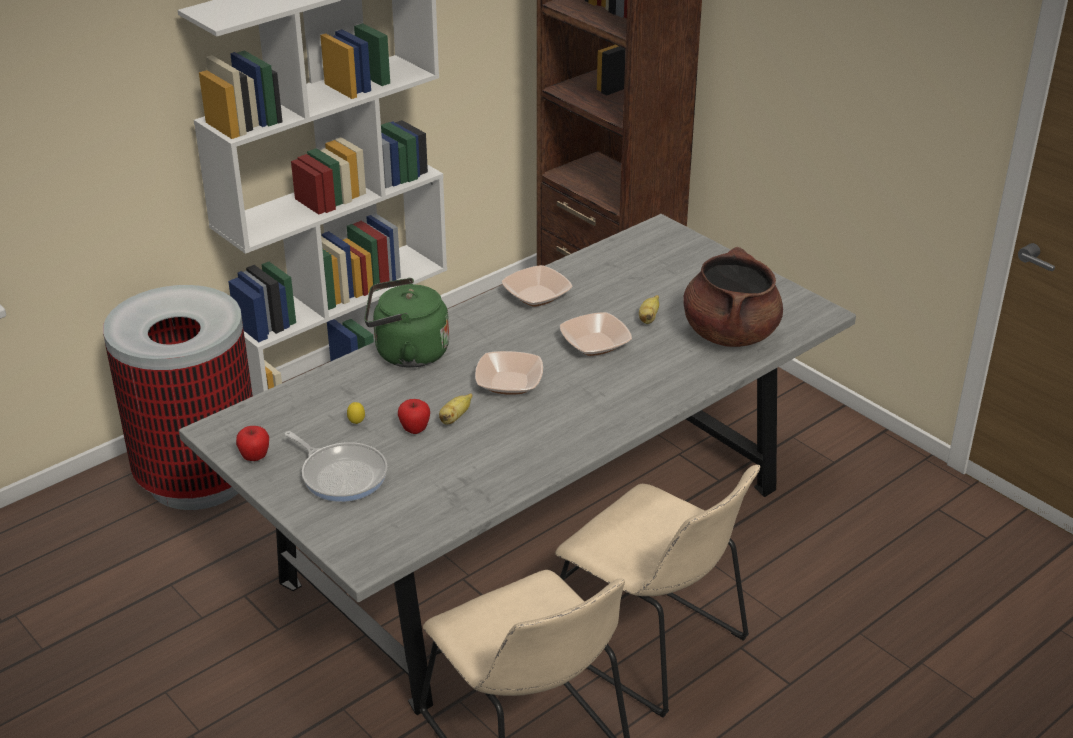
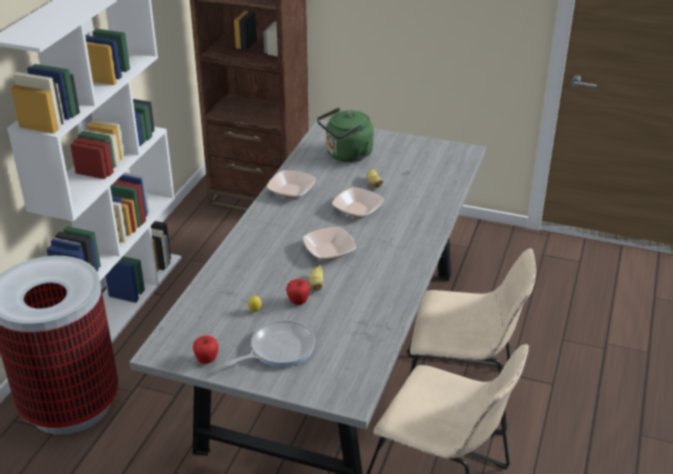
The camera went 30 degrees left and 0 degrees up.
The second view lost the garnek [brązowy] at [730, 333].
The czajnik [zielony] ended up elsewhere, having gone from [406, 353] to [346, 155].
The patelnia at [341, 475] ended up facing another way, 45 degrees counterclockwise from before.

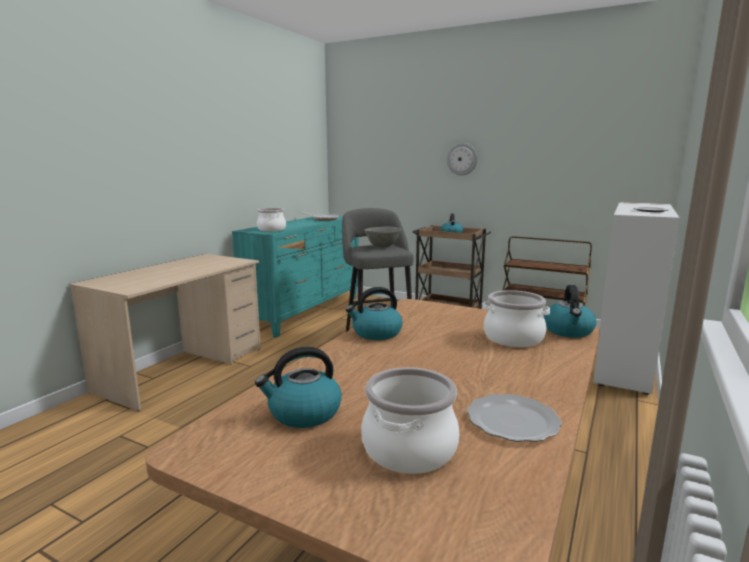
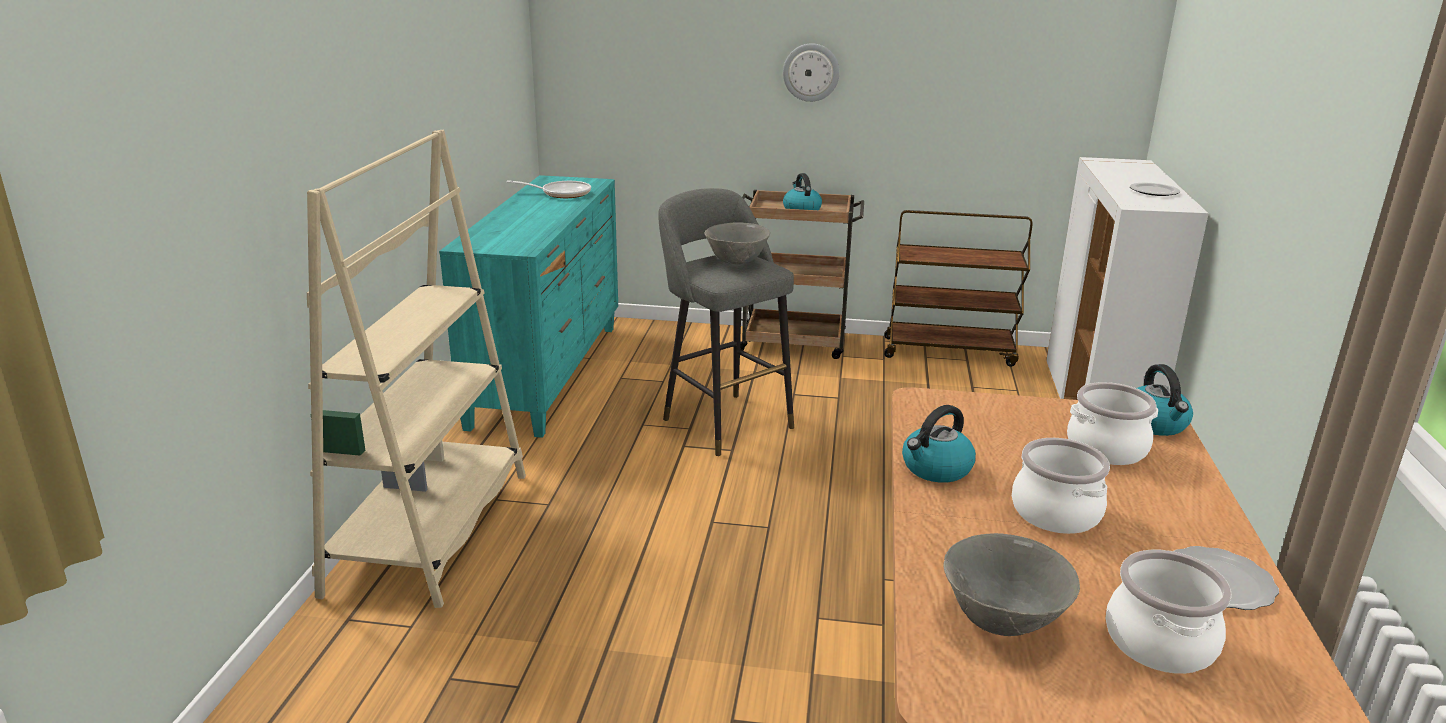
The camera went 20 degrees left and 10 degrees up.
The garnek ended up elsewhere, having gone from [271, 229] to [1055, 513].
Where the biurko [beżowy] stood at [183, 369], the regał [beżowy] came to stand at [431, 531].
Where the czajnik stood at [303, 413], the miska [szary] came to stand at [1003, 621].

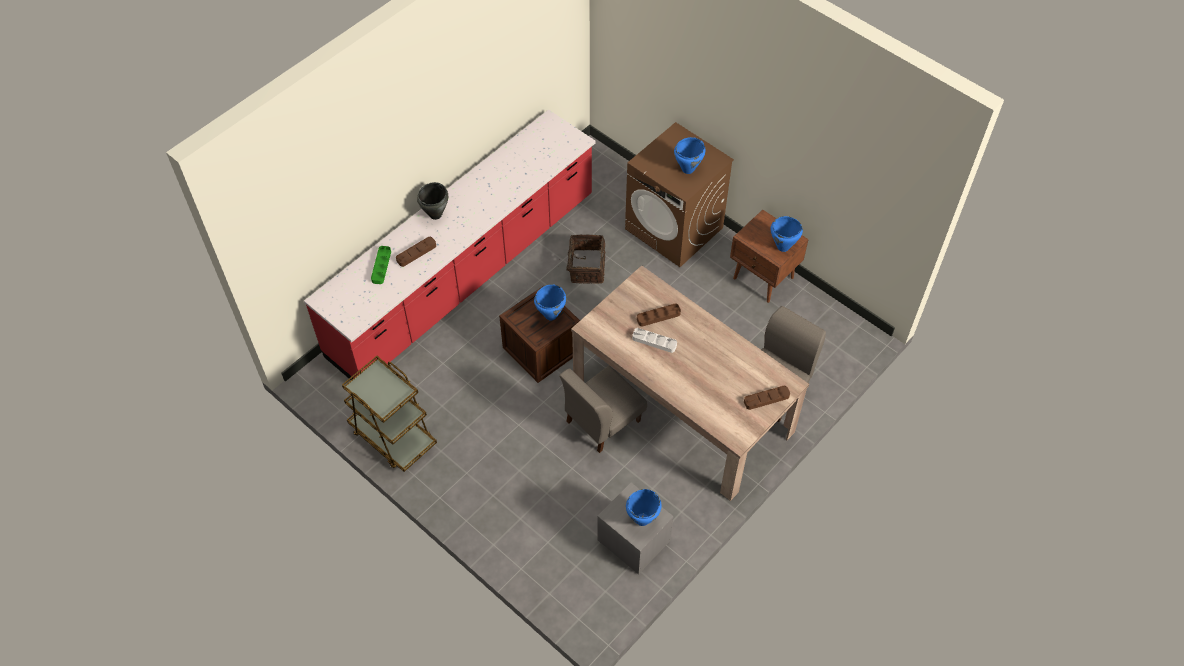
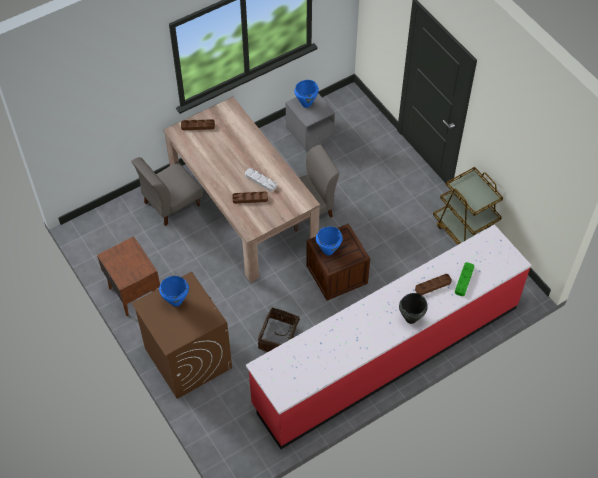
The camera went 165 degrees left and 0 degrees up.
The second view lost the garnek [niebieski] at [783, 247].

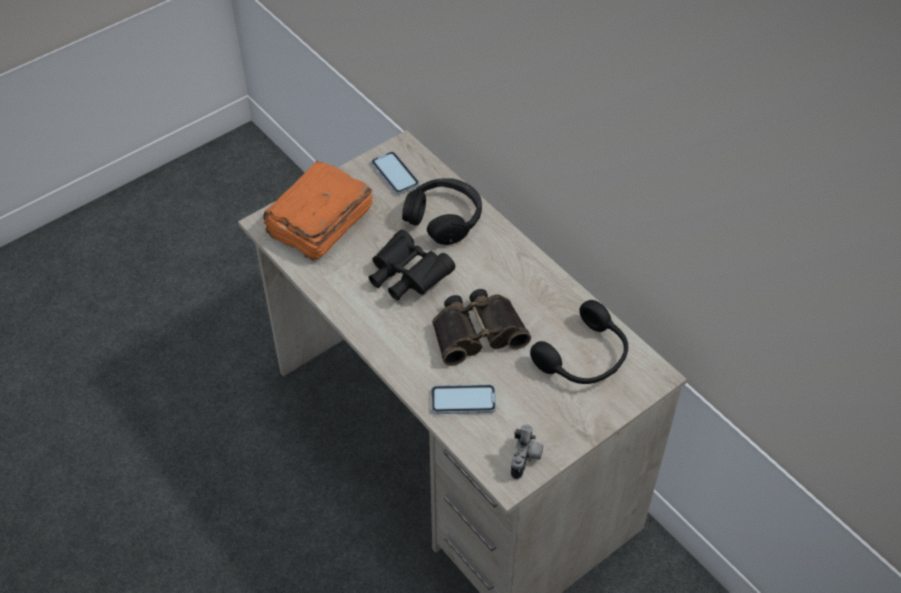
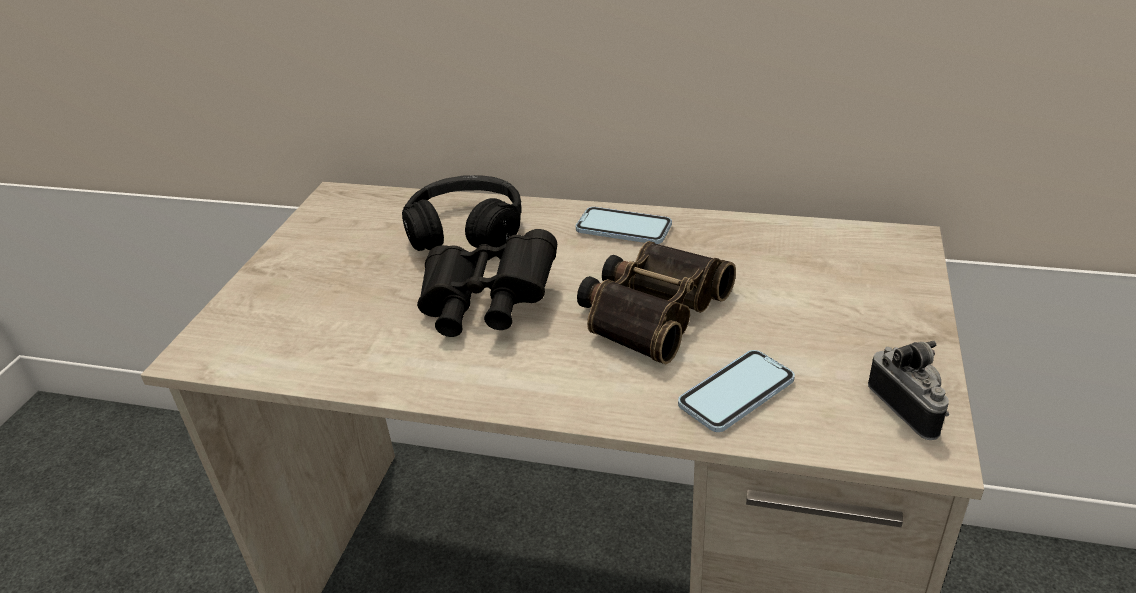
The camera went 35 degrees left and 15 degrees down.
The second view lost the książka [pomarańczowy] at [318, 224].
The second view lost the słuchawki [czarny] at [585, 358].
The telefon ended up elsewhere, having gone from [395, 174] to [623, 228].

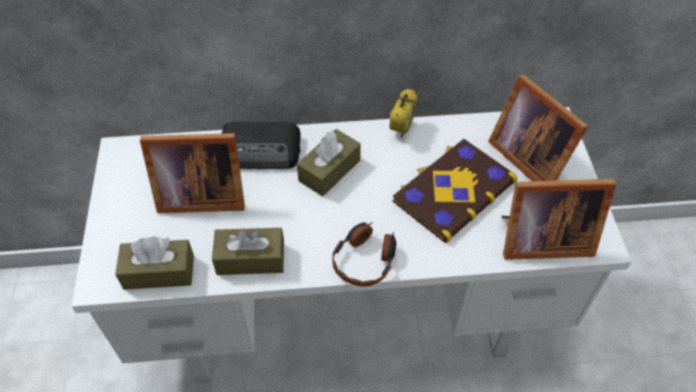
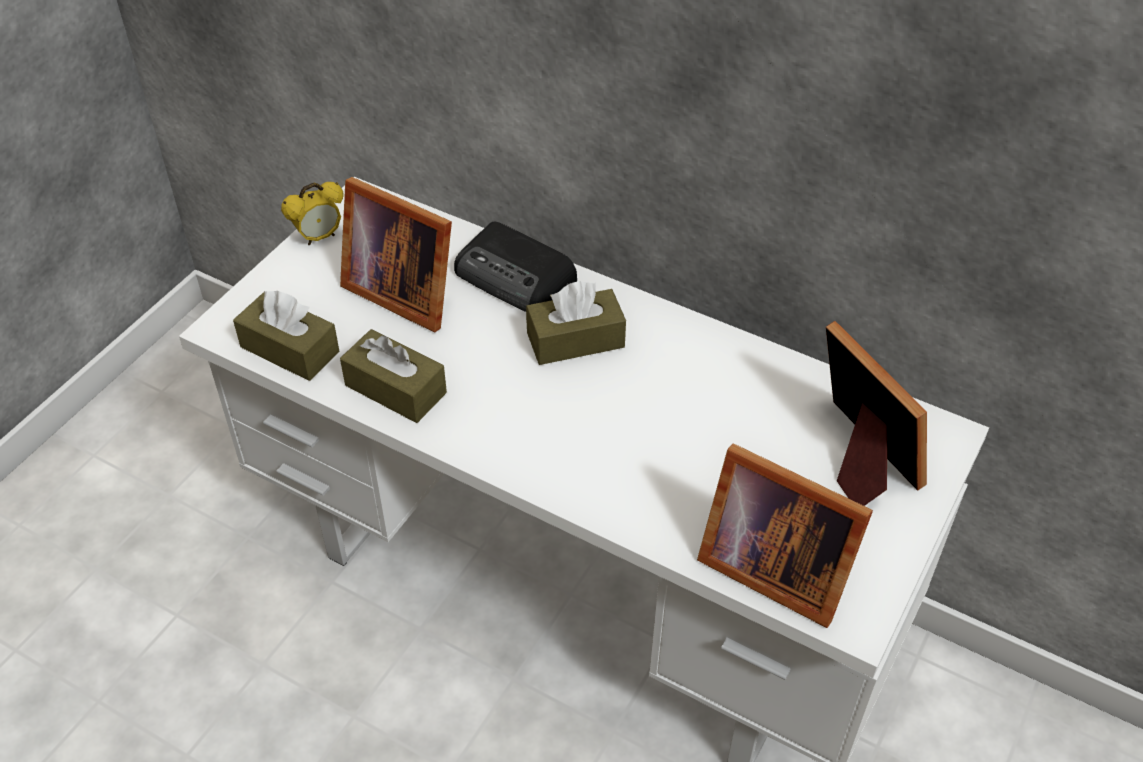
The camera went 35 degrees right and 5 degrees down.
The second view lost the słuchawki at [365, 259].
The second view lost the książka at [453, 190].
The budzik ended up elsewhere, having gone from [401, 130] to [319, 237].
The ramka na zdjęcie at [528, 156] ended up facing another way, 150 degrees clockwise from before.

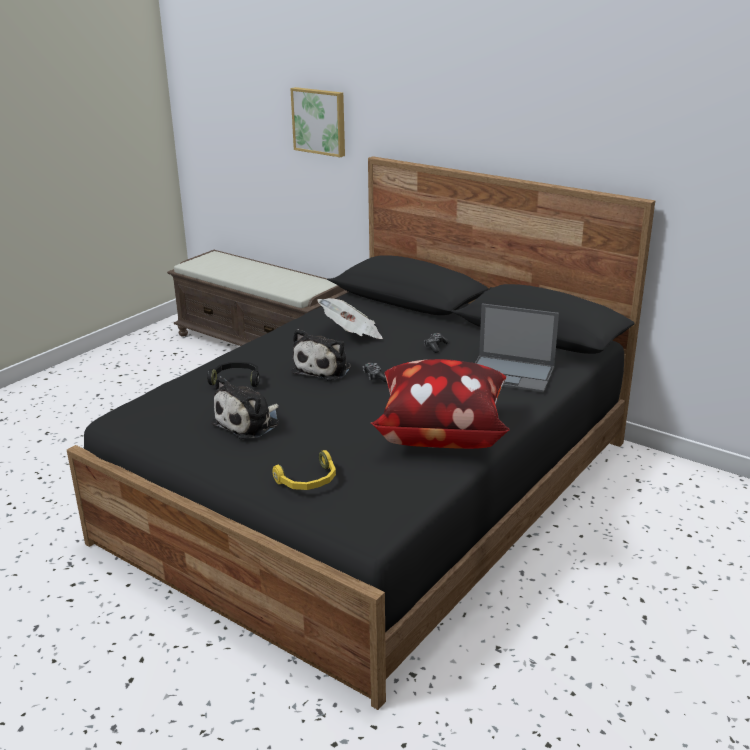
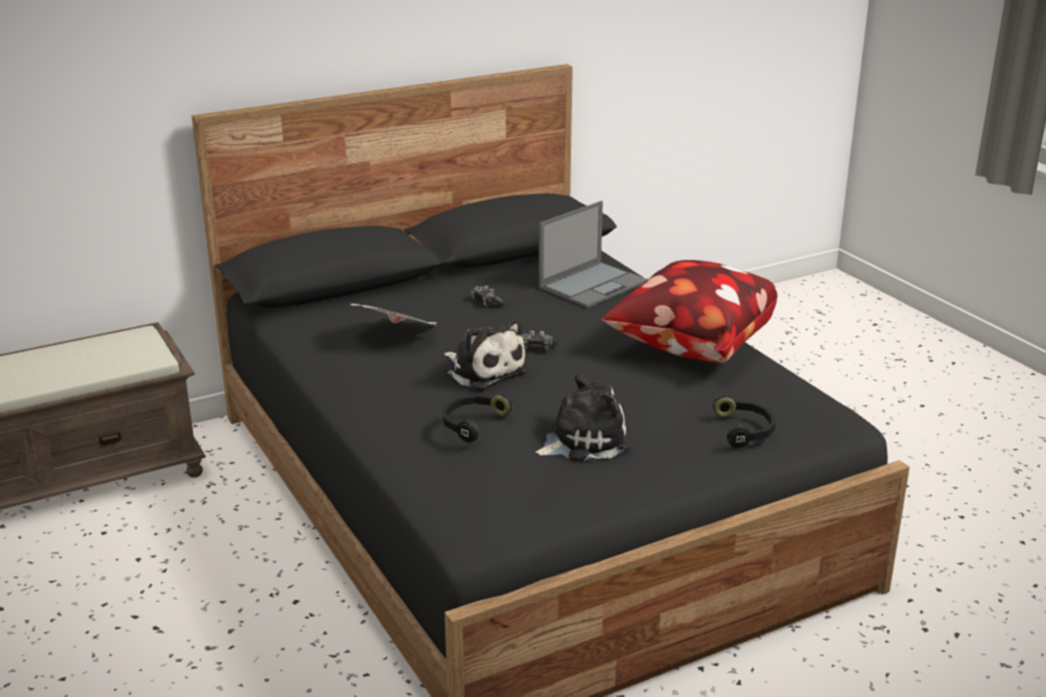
The camera went 65 degrees left and 0 degrees up.
The second view lost the obraz at [320, 121].
What was the słuchawki [żółty] at [309, 481] turned into the słuchawki [czarny] at [745, 430].
The pluszak at [249, 423] ended up facing another way, 90 degrees counterclockwise from before.

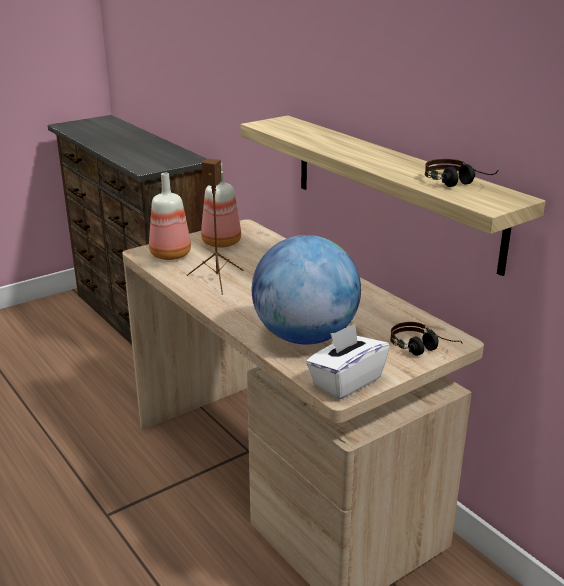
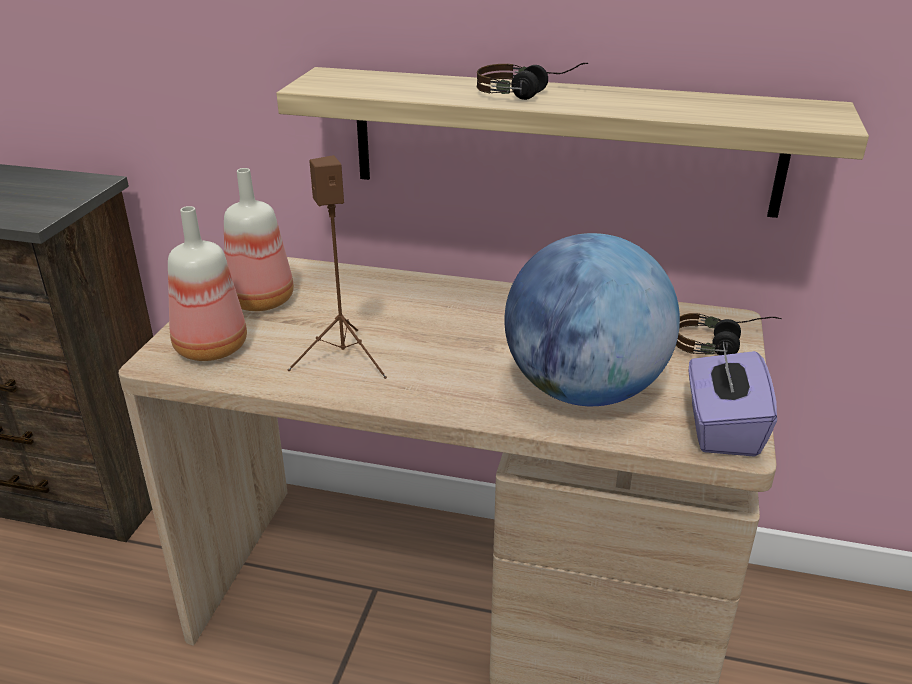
The camera went 40 degrees left and 5 degrees up.
The słuchawki ended up elsewhere, having gone from [459, 184] to [529, 94].
What was the pudełko chusteczek [biały] at [346, 382] turned into the pudełko chusteczek [fioletowy] at [721, 428].

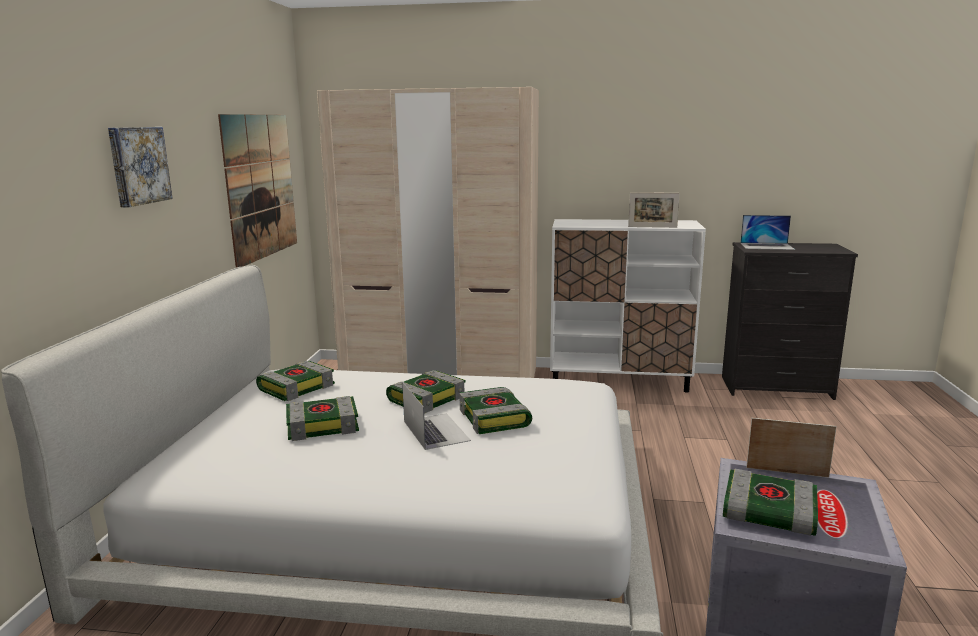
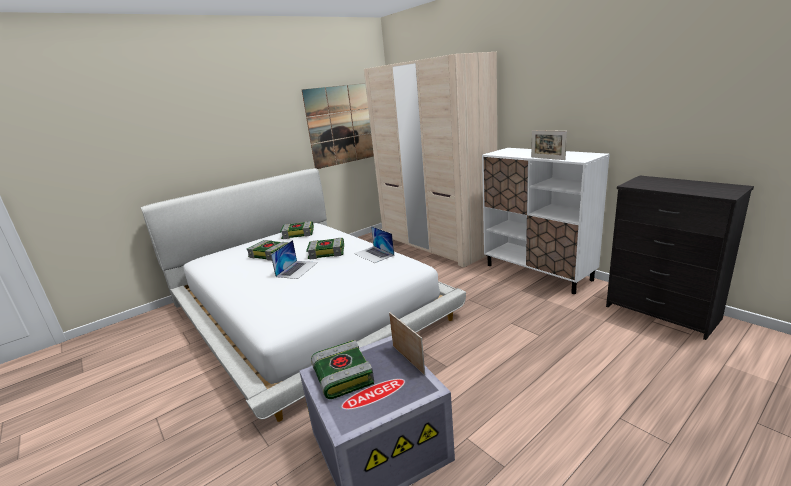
The camera went 45 degrees right and 5 degrees up.
The second view lost the obraz at [138, 165].
The second view lost the książka at [495, 419].
The laptop ended up elsewhere, having gone from [767, 246] to [374, 254].

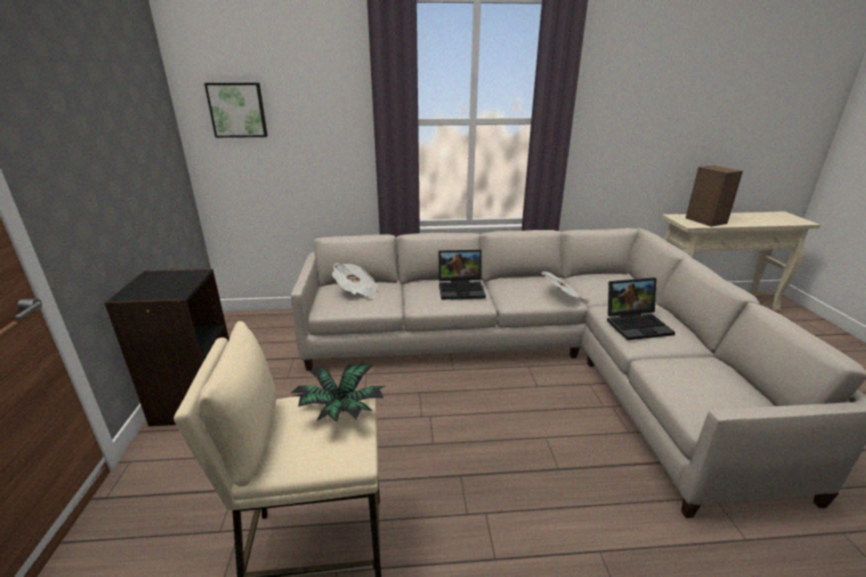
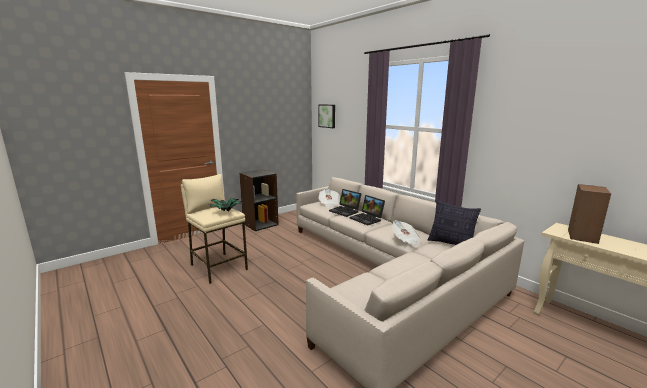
The camera went 55 degrees right and 10 degrees down.
The second view gained the poduszka at [451, 244].
The laptop ended up elsewhere, having gone from [637, 324] to [345, 211].

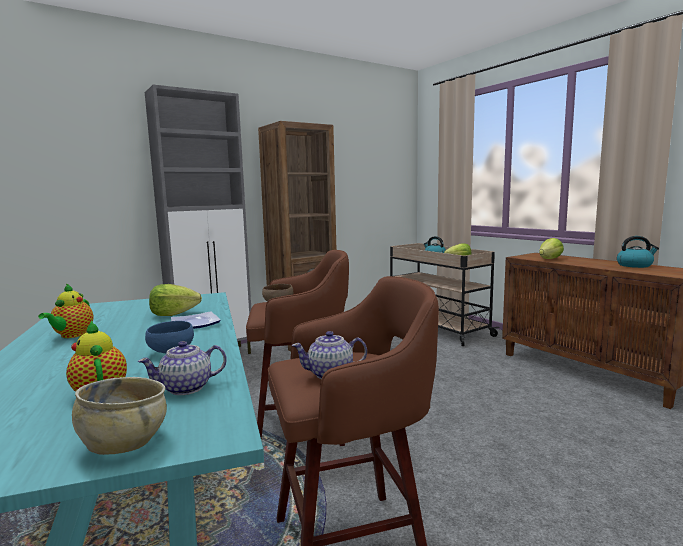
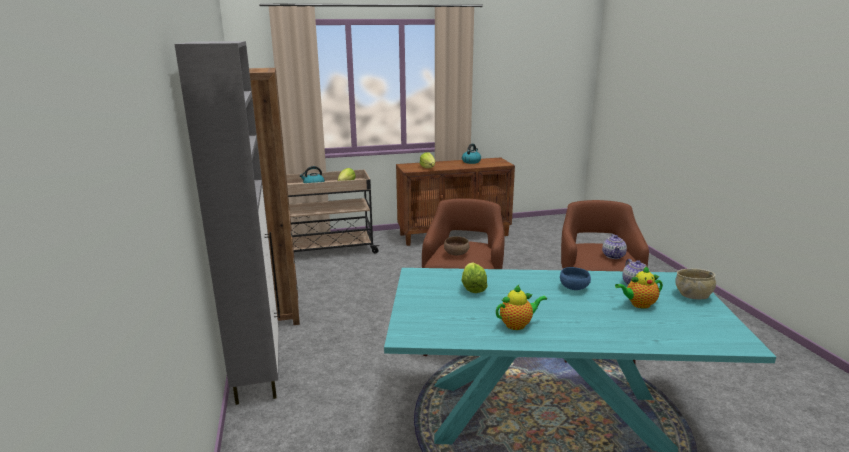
The camera went 70 degrees left and 10 degrees up.
The second view lost the talerz at [196, 324].
The imbryk at [72, 335] ended up facing another way, 45 degrees counterclockwise from before.

